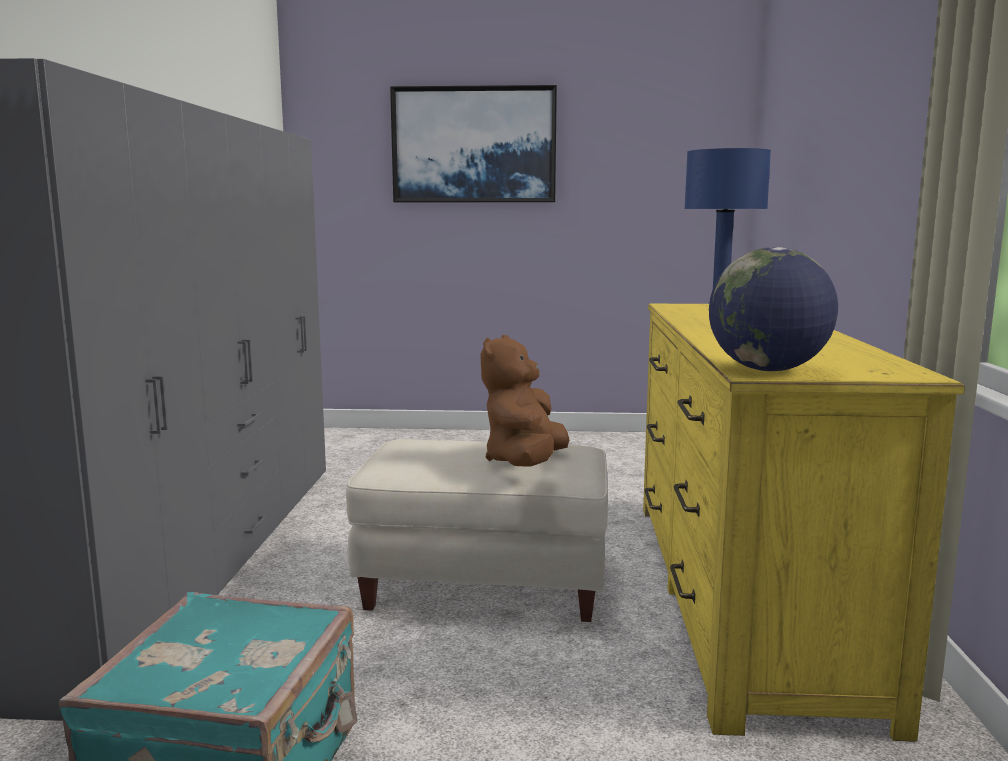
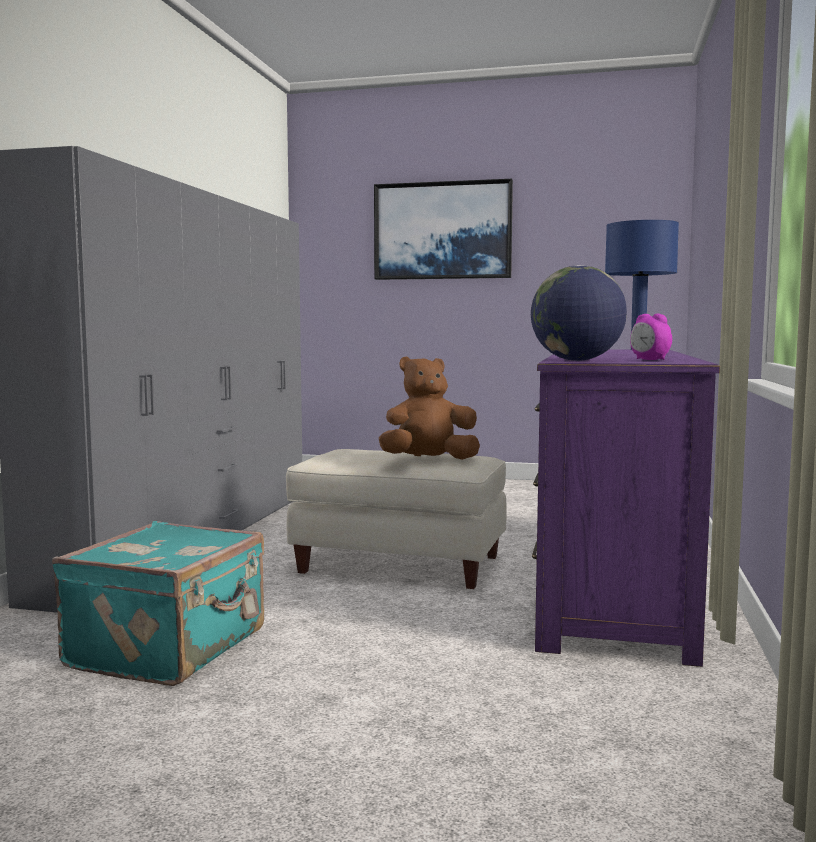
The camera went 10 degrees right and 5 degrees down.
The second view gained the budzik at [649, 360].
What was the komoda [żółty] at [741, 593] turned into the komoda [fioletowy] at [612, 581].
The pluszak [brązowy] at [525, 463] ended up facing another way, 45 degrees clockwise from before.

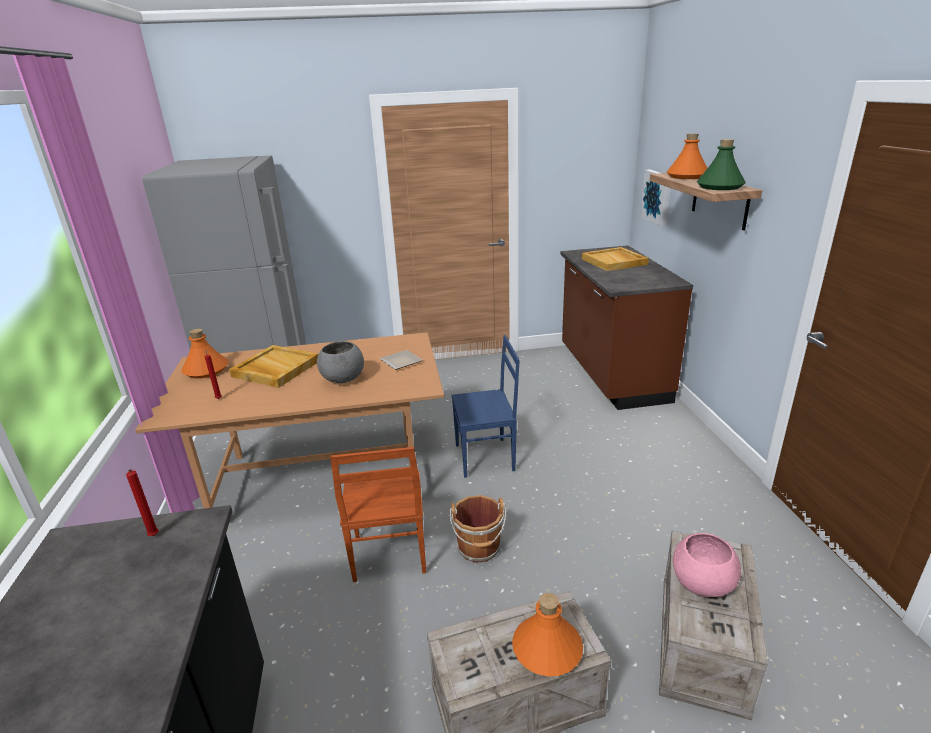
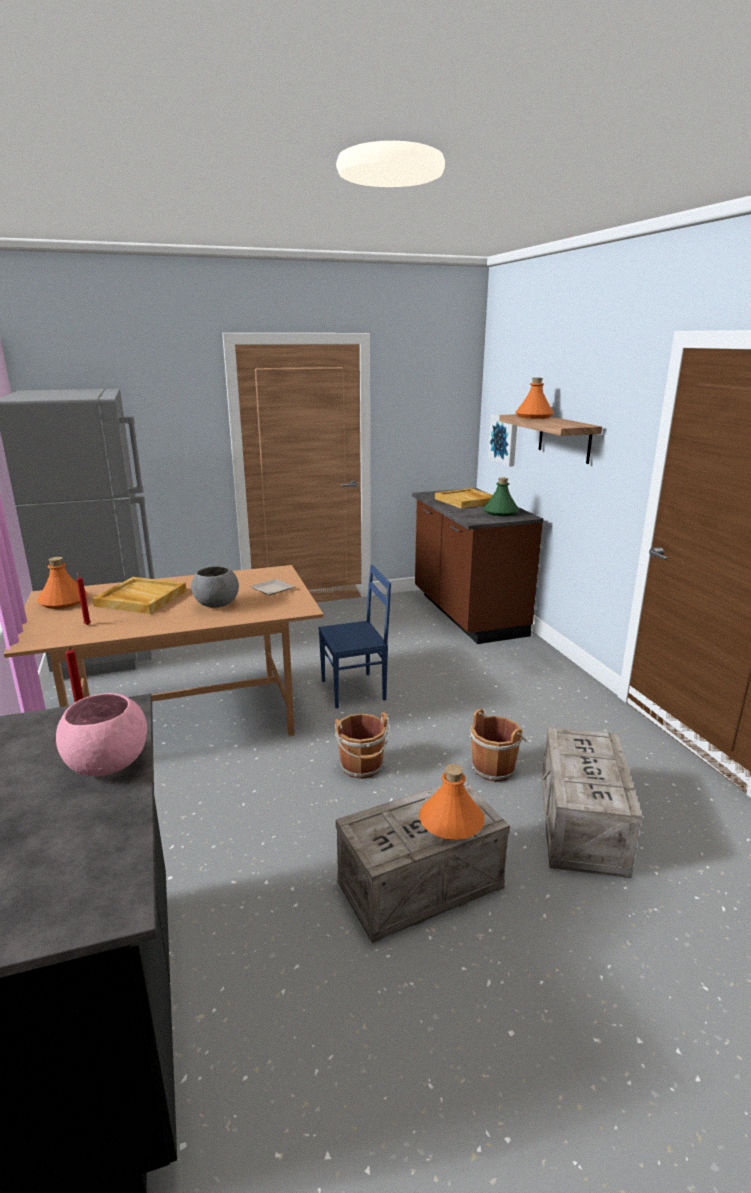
The camera went 10 degrees left and 5 degrees down.
The second view lost the krzesło [brązowy] at [388, 555].
The second view gained the wiadro [brązowy] at [494, 767].
The miska [różowy] ended up elsewhere, having gone from [702, 585] to [109, 766].
The butelka [zielony] ended up elsewhere, having gone from [720, 187] to [500, 512].

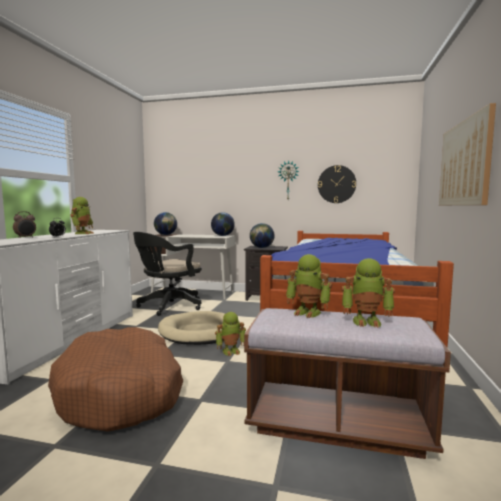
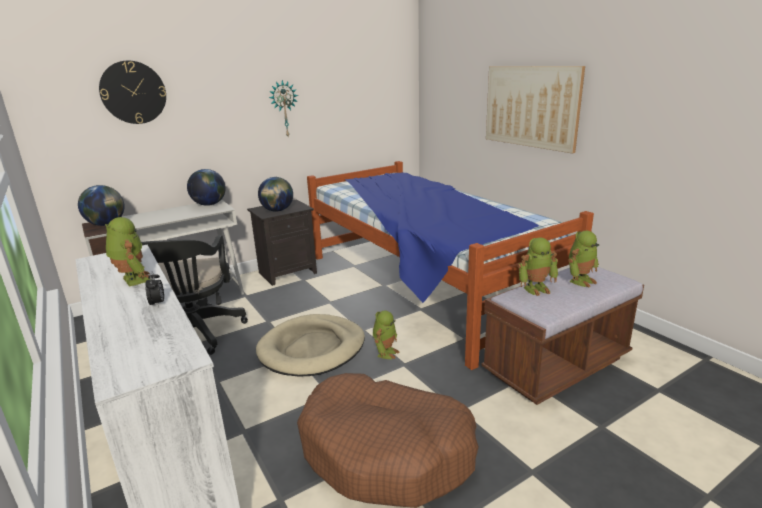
The camera went 45 degrees left and 15 degrees up.
The second view lost the budzik at [25, 237].
The zegar ścienny ended up elsewhere, having gone from [336, 184] to [133, 92].

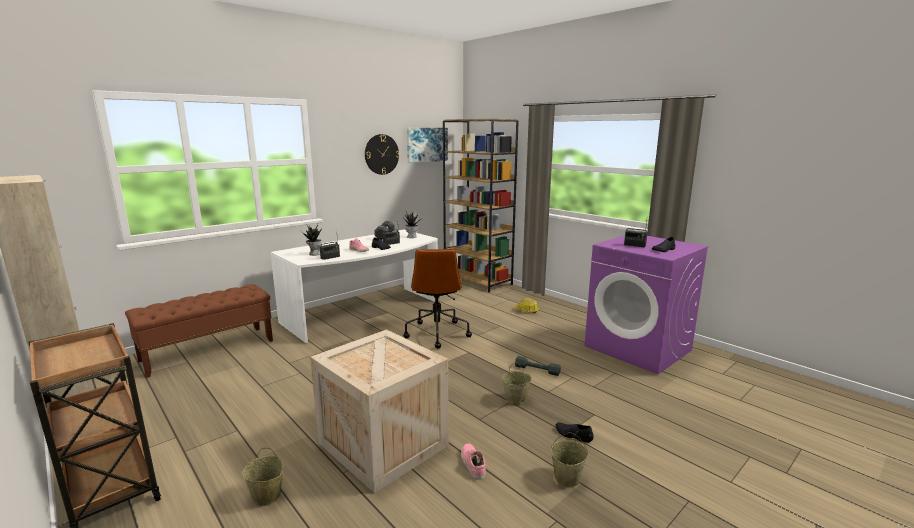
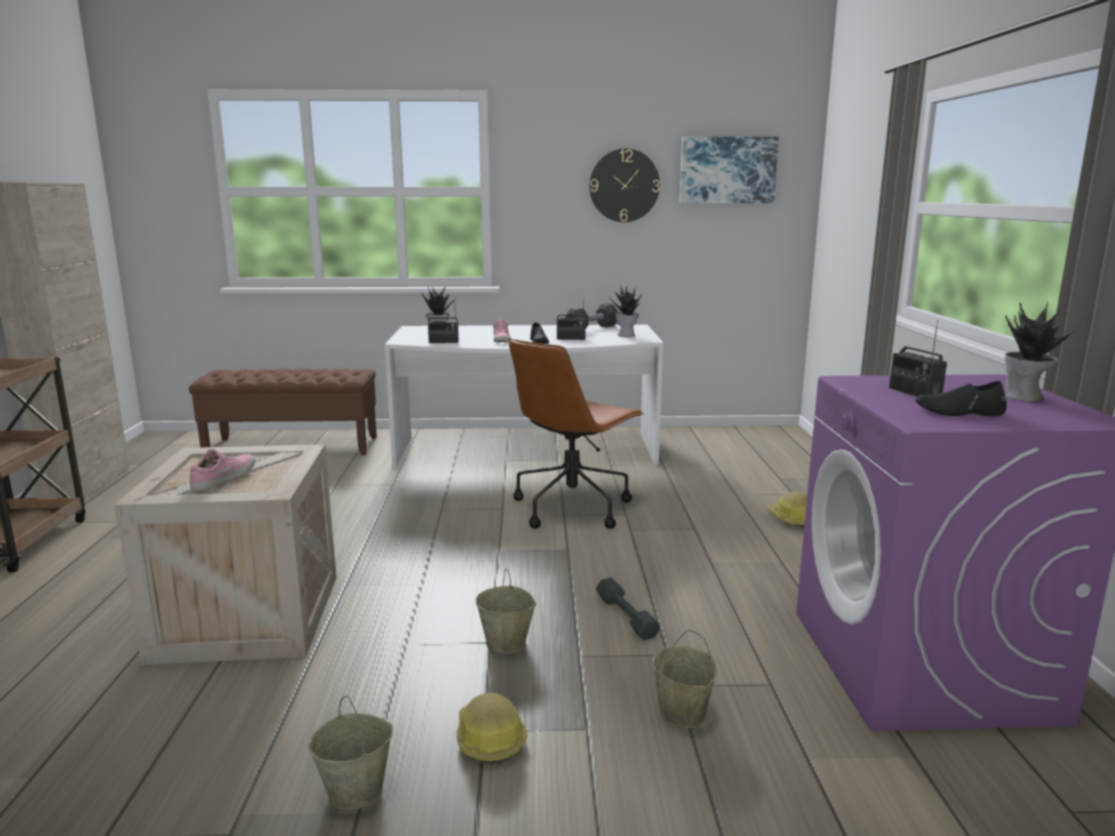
The camera went 40 degrees right and 0 degrees up.
The second view lost the regał [brązowy] at [478, 280].
The second view gained the roślina doniczkowa at [1024, 397].
The wiadro [beżowy] ended up elsewhere, having gone from [267, 496] to [682, 714].
The but [różowy] ended up elsewhere, having gone from [472, 464] to [223, 477].
Where the but [czarny] stood at [573, 435], the kask came to stand at [488, 739].

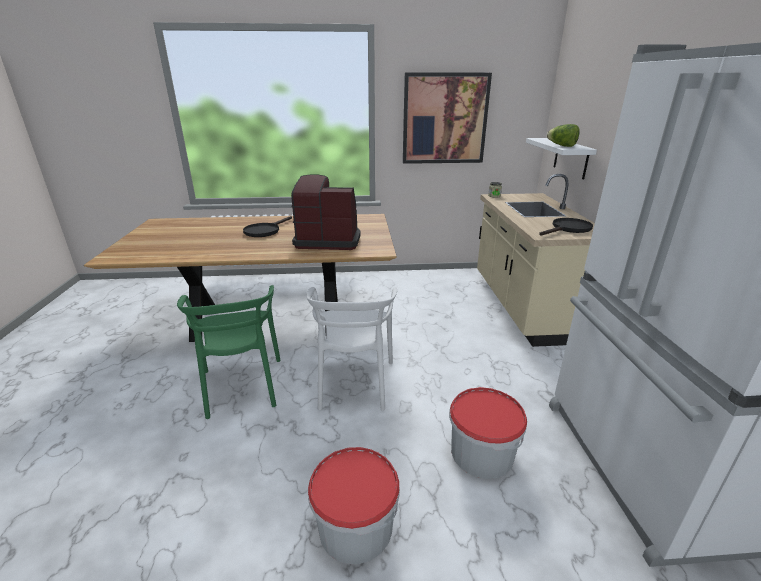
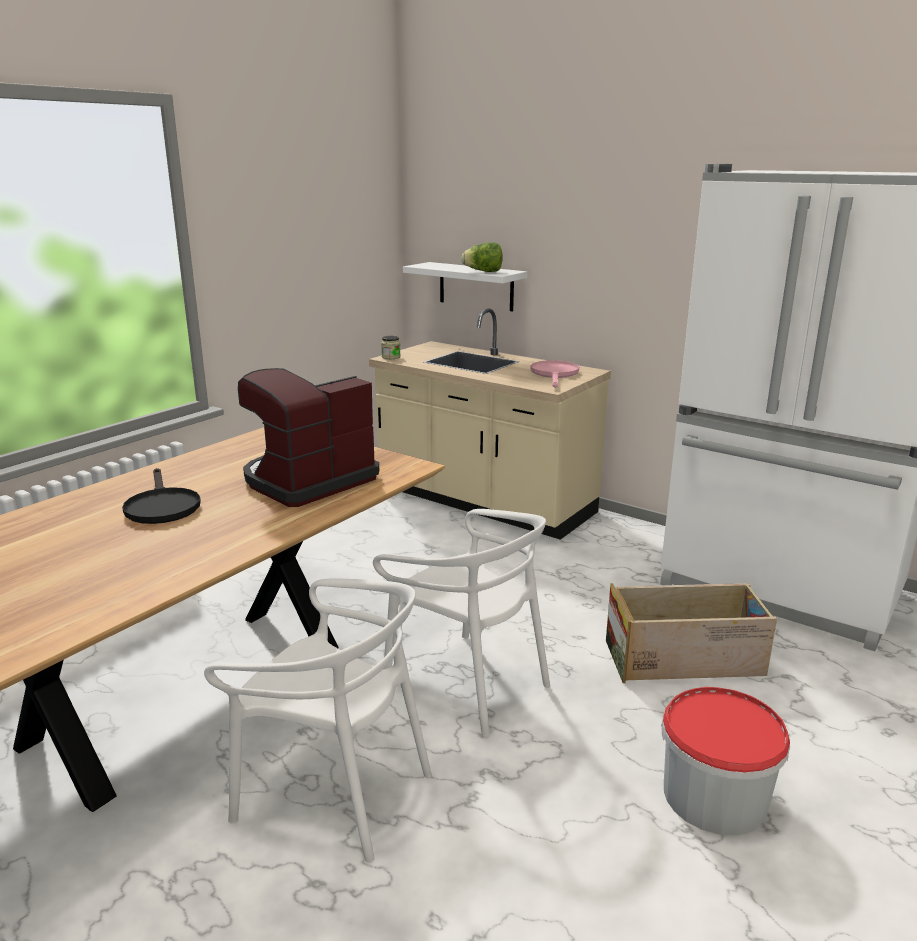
The camera went 50 degrees left and 5 degrees down.
The second view lost the obraz at [445, 119].
Where the wiadro stood at [482, 453], the skrzynka came to stand at [685, 658].
What was the krzesło [zielony] at [242, 386] turned into the krzesło [biały] at [335, 791].
What was the patelnia [czarny] at [568, 229] turned into the patelnia [różowy] at [555, 374].

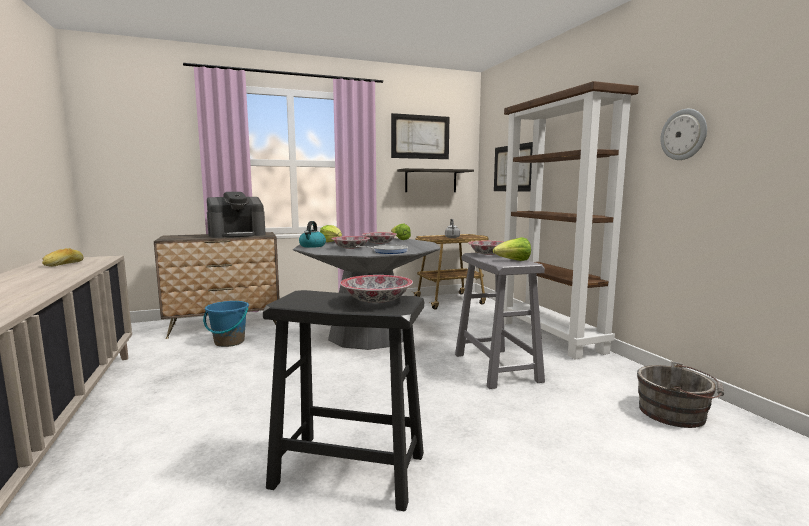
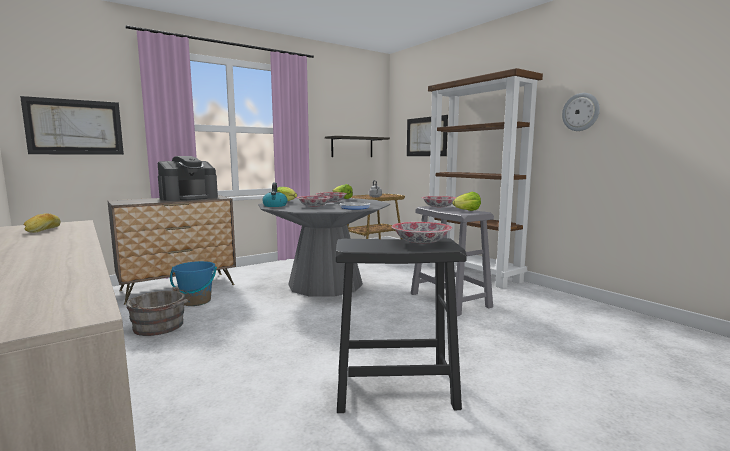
The camera went 15 degrees left and 0 degrees up.
The obraz ended up elsewhere, having gone from [420, 137] to [75, 127].
The wiadro [szary] ended up elsewhere, having gone from [676, 414] to [161, 326].

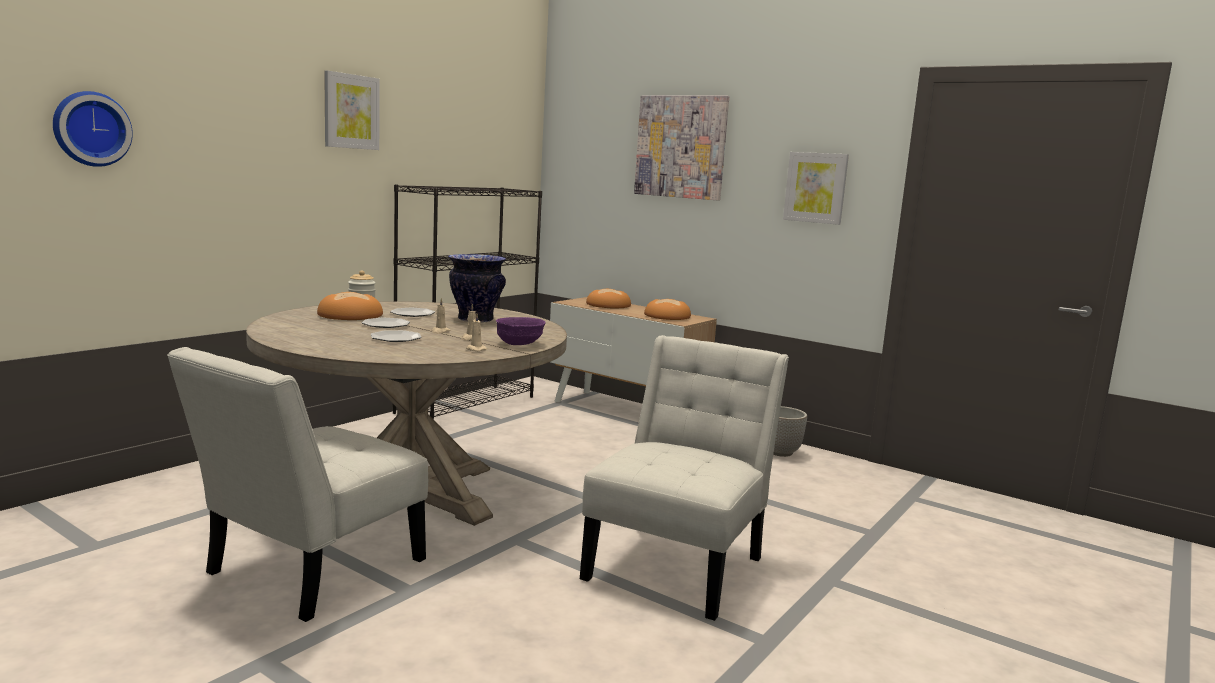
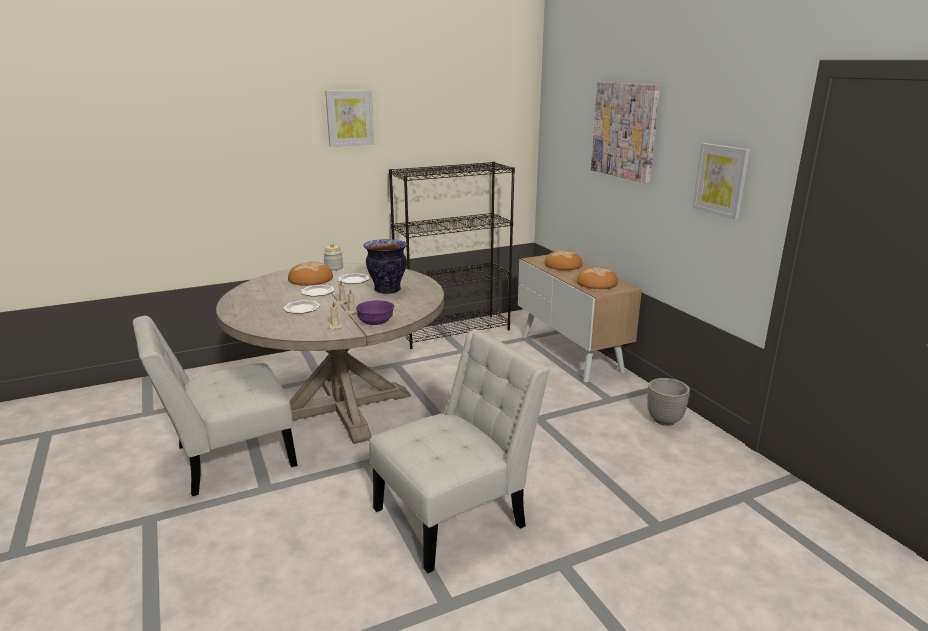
The camera went 30 degrees right and 10 degrees up.
The second view lost the zegar ścienny at [90, 129].

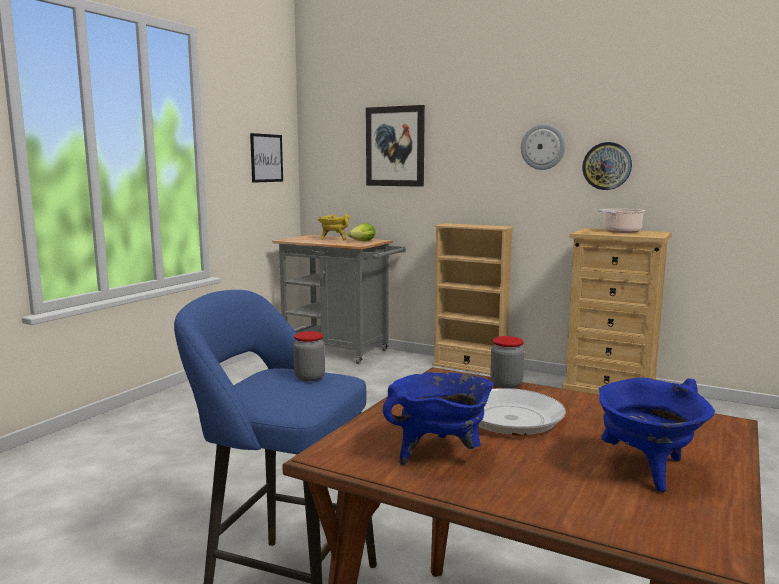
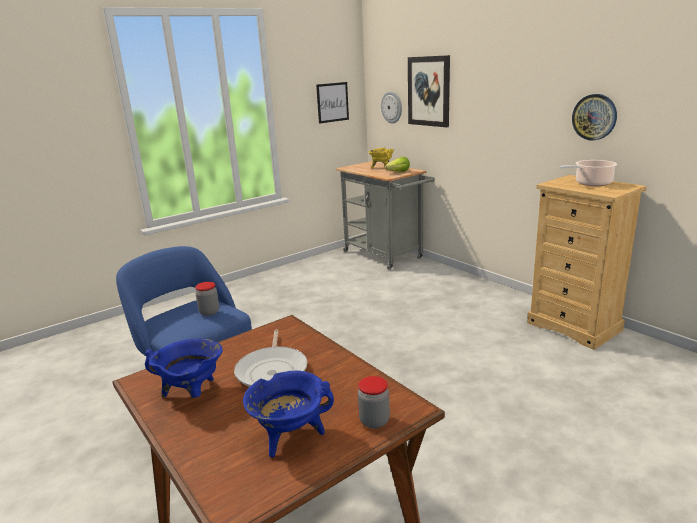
The camera went 25 degrees right and 10 degrees up.
The second view lost the regał [beżowy] at [470, 367].
The słoik ended up elsewhere, having gone from [506, 384] to [374, 421].
The zegar ścienny ended up elsewhere, having gone from [543, 147] to [392, 107].

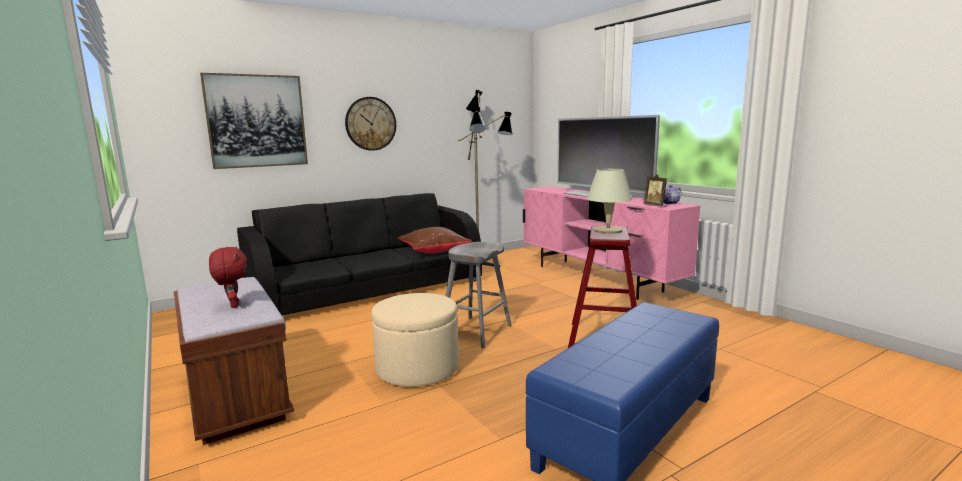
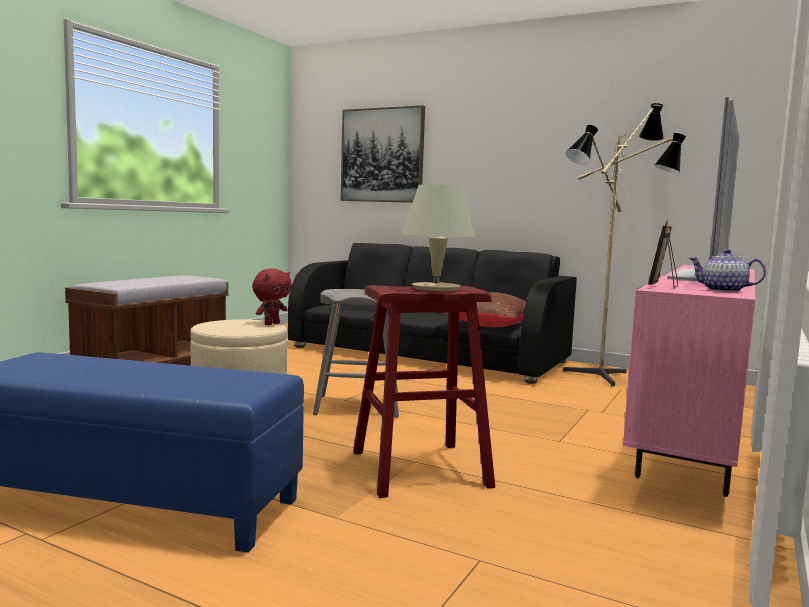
The camera went 60 degrees right and 5 degrees down.
The second view lost the zegar ścienny at [370, 124].
The pluszak [czerwony] ended up elsewhere, having gone from [233, 305] to [271, 324].

